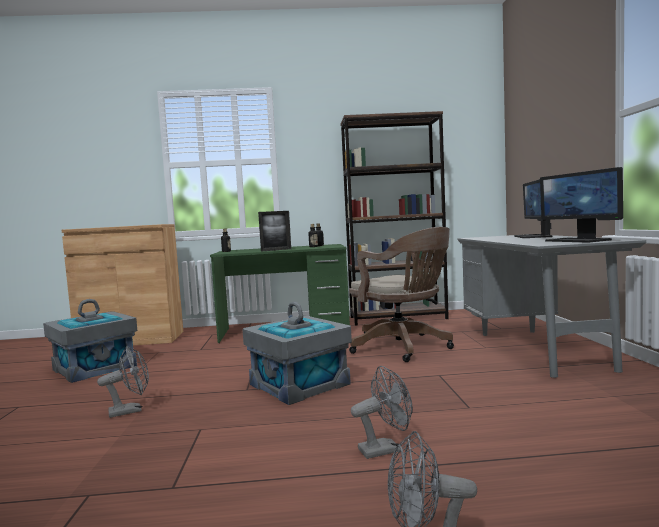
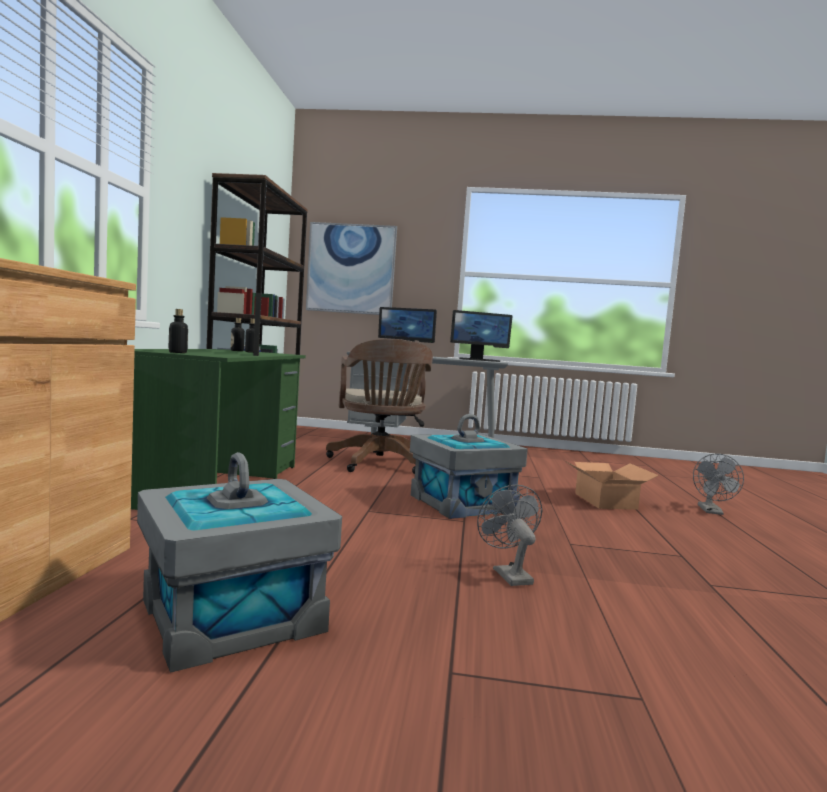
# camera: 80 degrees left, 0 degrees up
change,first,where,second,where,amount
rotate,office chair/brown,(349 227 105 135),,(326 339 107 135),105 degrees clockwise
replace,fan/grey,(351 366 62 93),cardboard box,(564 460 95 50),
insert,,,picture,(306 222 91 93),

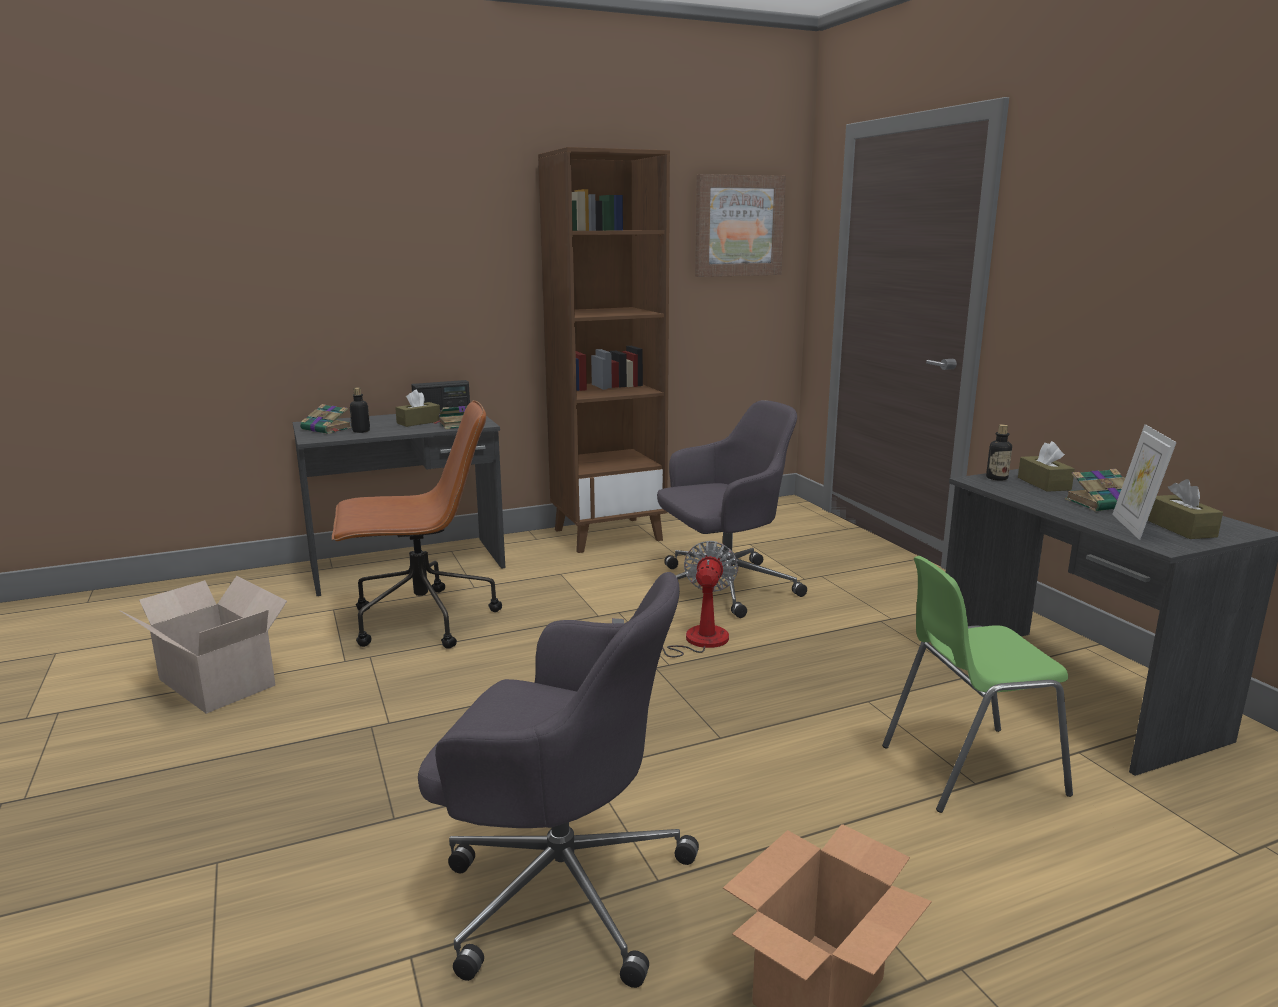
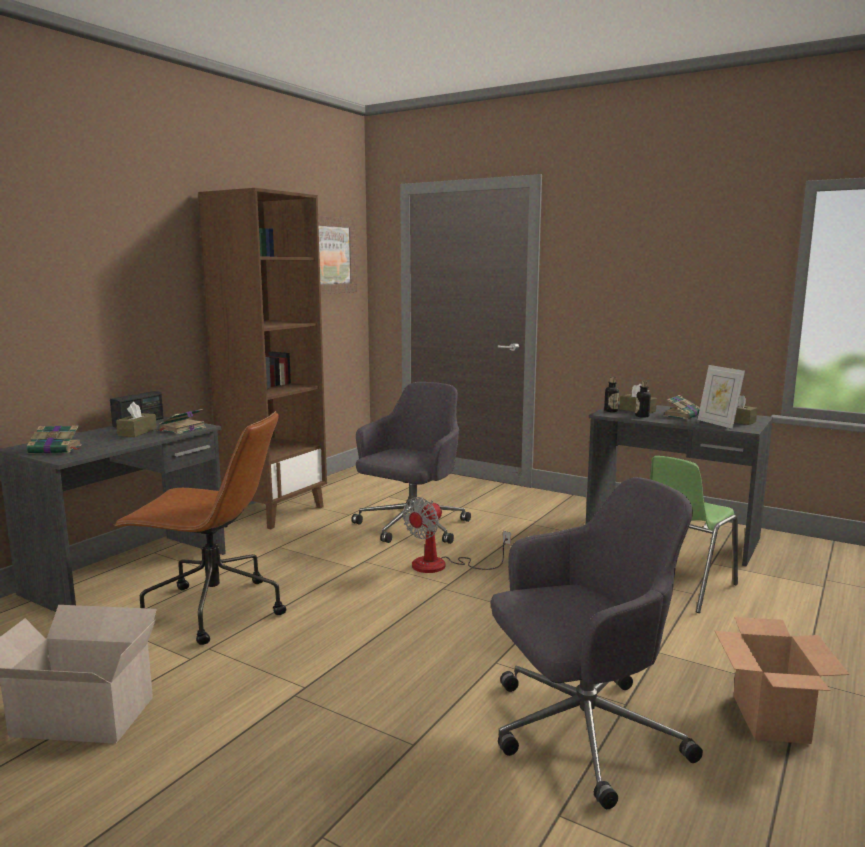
# camera: 35 degrees left, 5 degrees down
change,first,where,second,where,amount
rotate,office chair/brown,(332 400 170 249),,(113 411 173 234),60 degrees clockwise
move,bottle,(350 387 20 46),,(635 381 16 37),
rotate,fan,(612 541 126 116),,(403 497 108 76),120 degrees counterclockwise

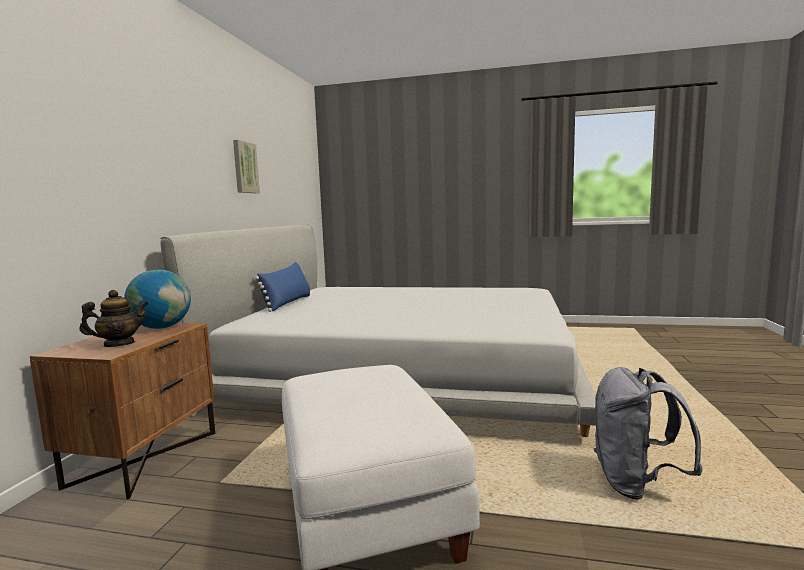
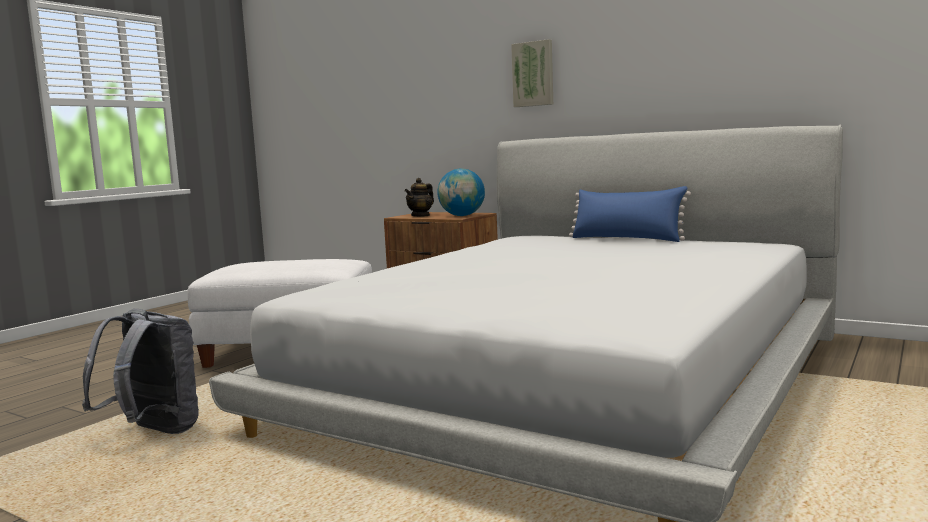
# camera: 110 degrees right, 0 degrees up
change,first,where,second,where,amount
rotate,teapot,(80 290 69 57),,(405 178 29 39),45 degrees clockwise
move,picture,(233 140 27 53),,(511 39 42 68),

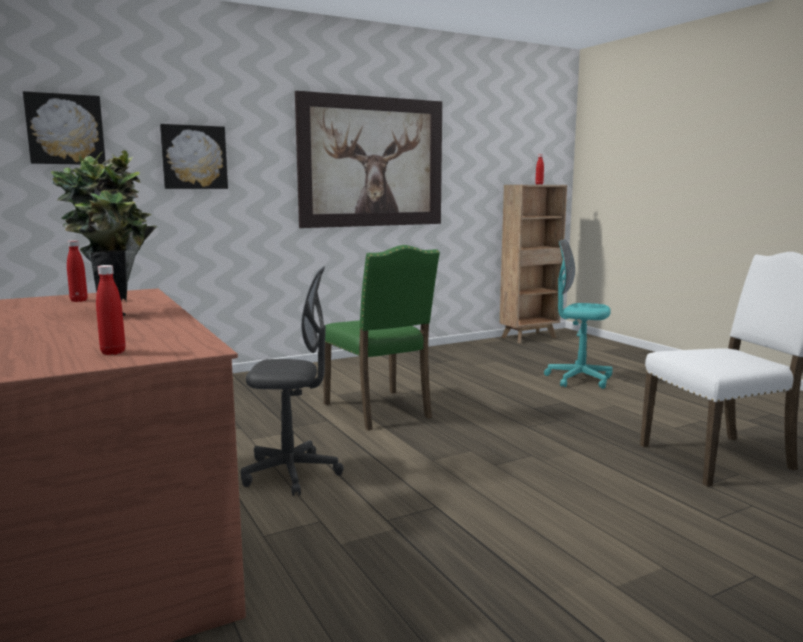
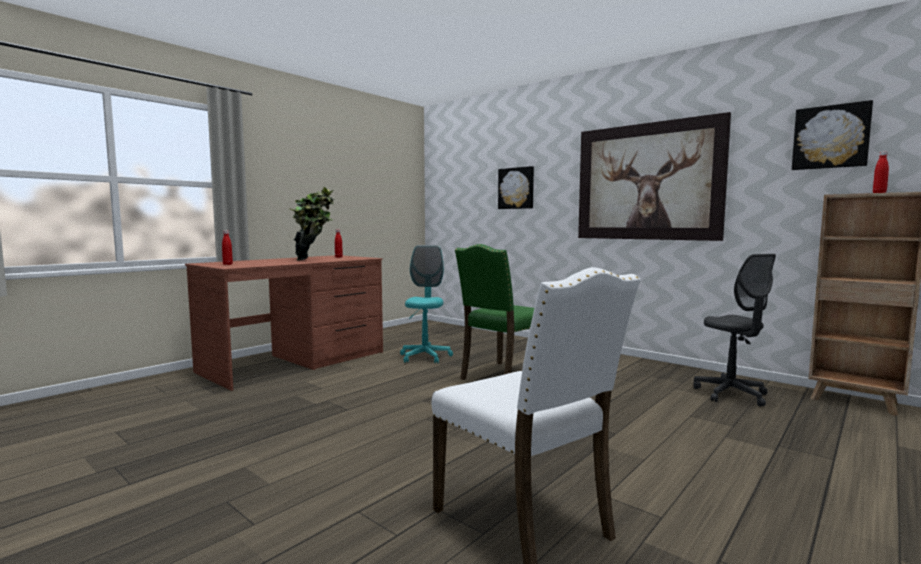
# camera: 70 degrees right, 5 degrees down
change,first,where,second,where,amount
move,picture,(23 91 83 74),,(792 100 81 70),
move,office chair/grey,(241 266 103 230),,(693 254 83 153),
move,office chair/turquoise,(544 239 69 150),,(400 245 53 118),

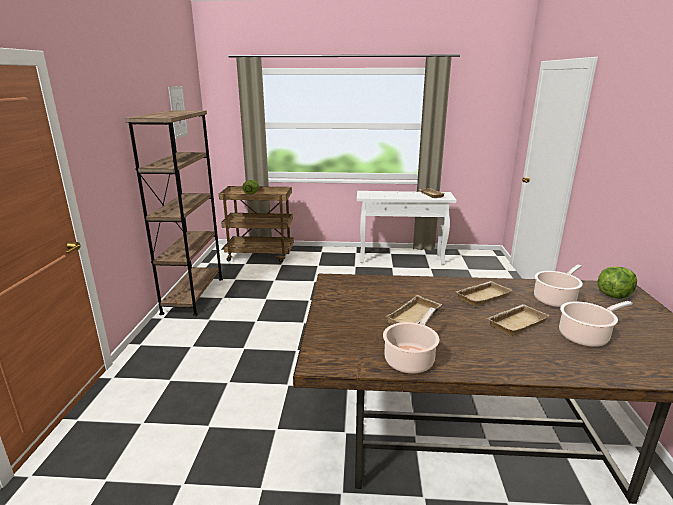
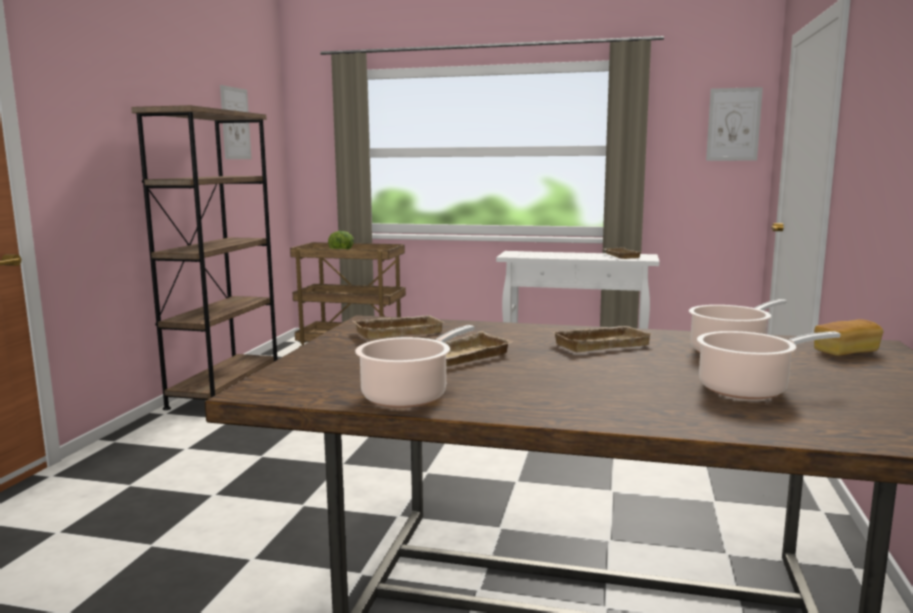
# camera: 10 degrees right, 10 degrees down
change,first,where,second,where,amount
move,tray/beige,(487 304 63 32),,(351 315 94 24),
replace,lettuce,(598 267 39 32),bread,(814 319 70 37),
insert,,,picture,(706 87 57 74),

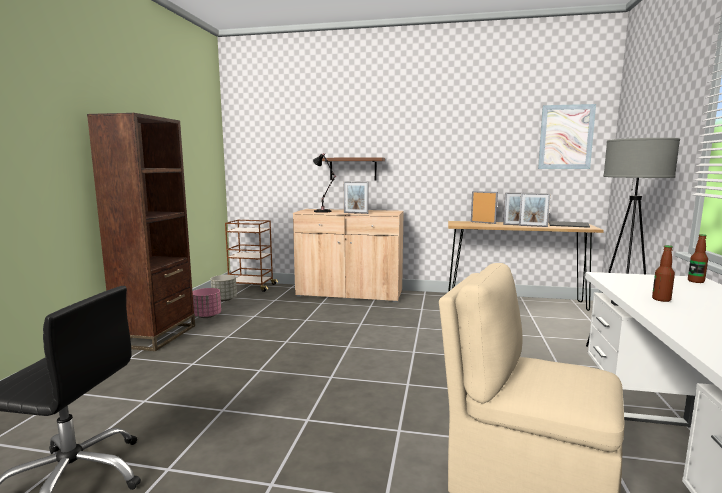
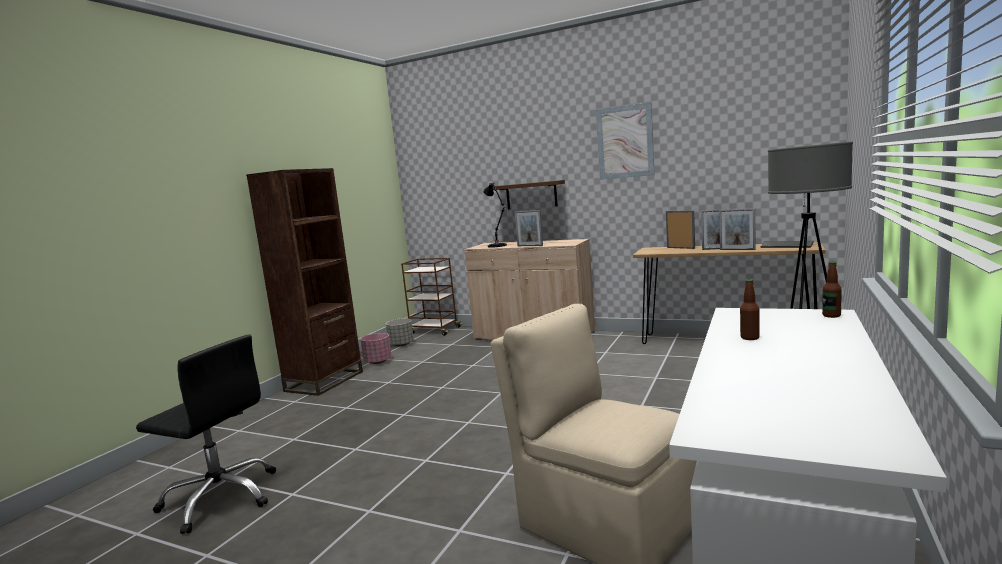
# camera: 15 degrees right, 0 degrees up
change,first,where,second,where,amount
move,picture,(538 104 58 65),,(596 102 59 78),

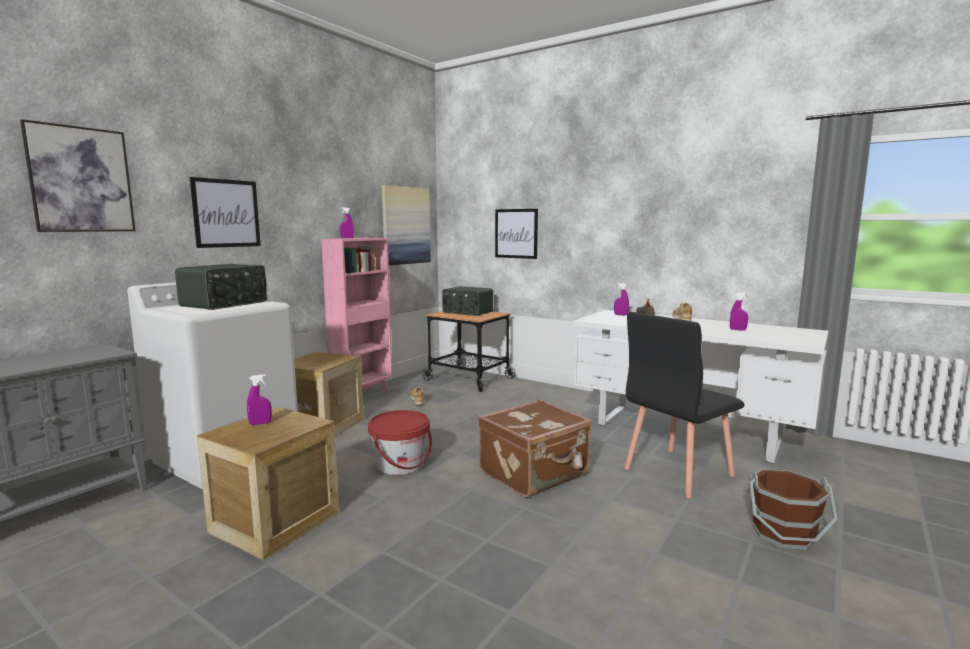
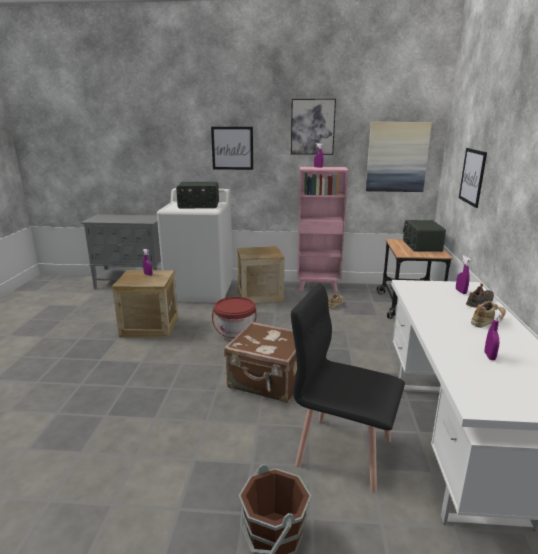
# camera: 60 degrees right, 10 degrees up
change,first,where,second,where,amount
move,picture,(20 119 115 113),,(291 99 45 56),

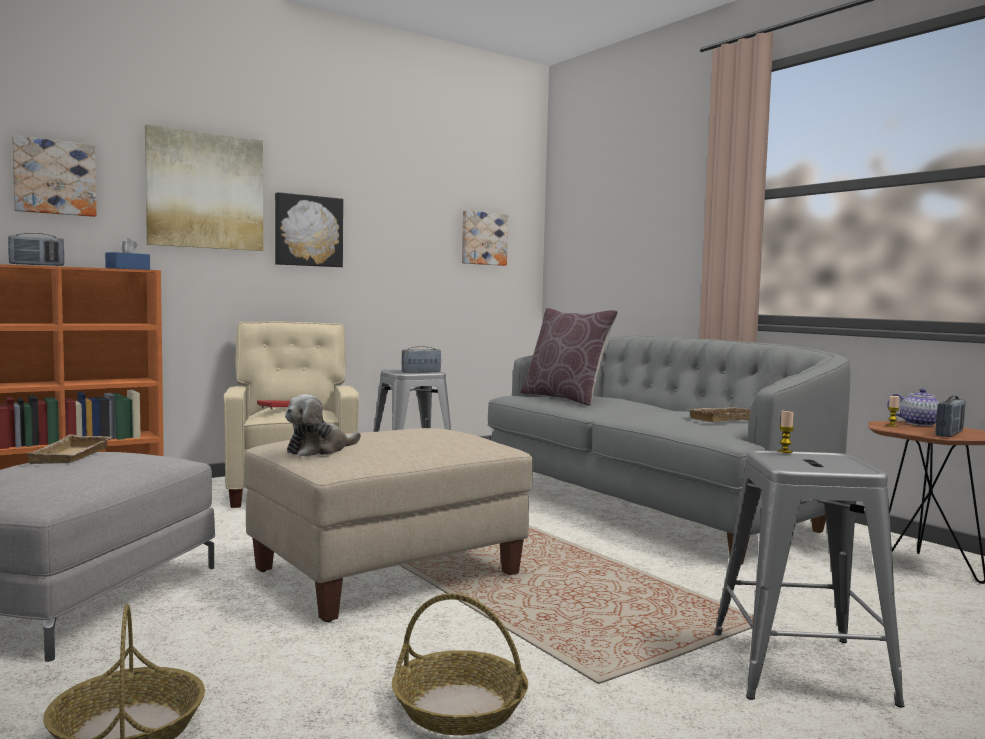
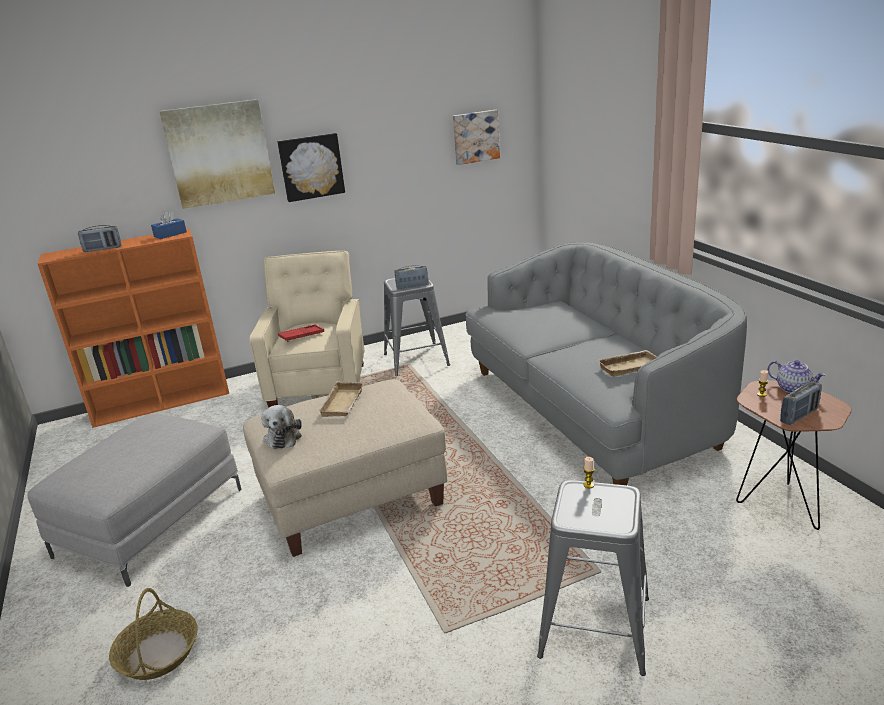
# camera: 15 degrees right, 20 degrees up
change,first,where,second,where,amount
delete,picture,(12 135 84 82),,,
move,tray/beige,(28 434 85 30),,(318 381 47 36),
rotate,plush toy,(285 394 76 63),,(261 405 41 44),60 degrees counterclockwise
delete,basket,(392 593 136 142),,,
delete,pillow/brown,(520 308 98 98),,,

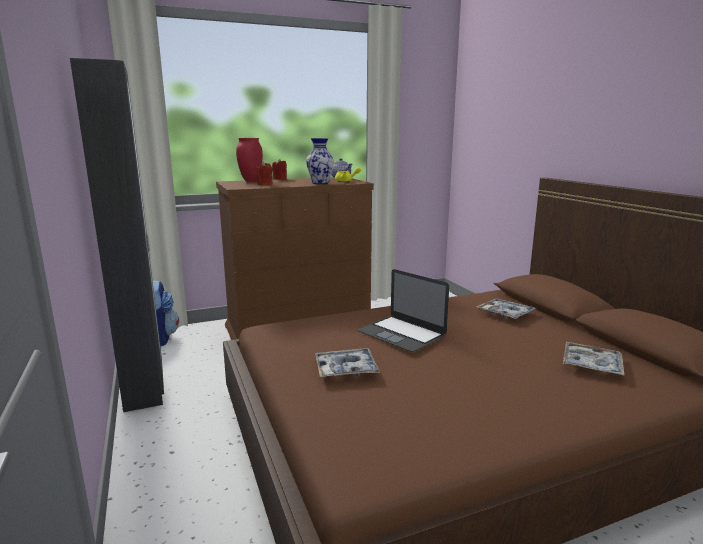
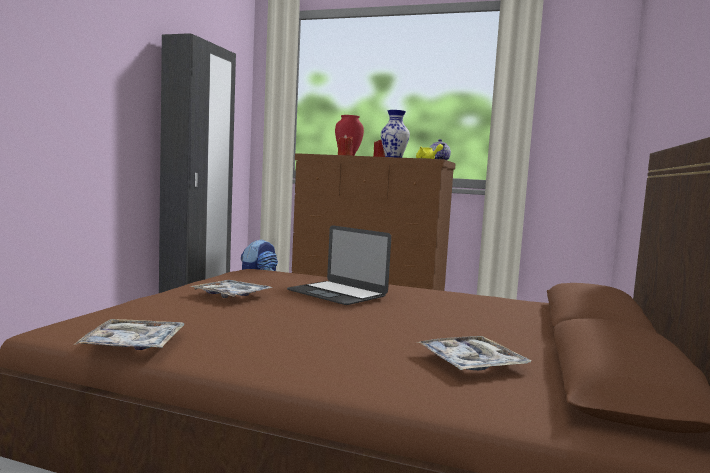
# camera: 40 degrees right, 10 degrees down
change,first,where,second,where,amount
rotate,laptop,(358 269 91 83),,(287 225 104 80),45 degrees counterclockwise
move,tray,(477 298 60 21),,(74 319 111 31),

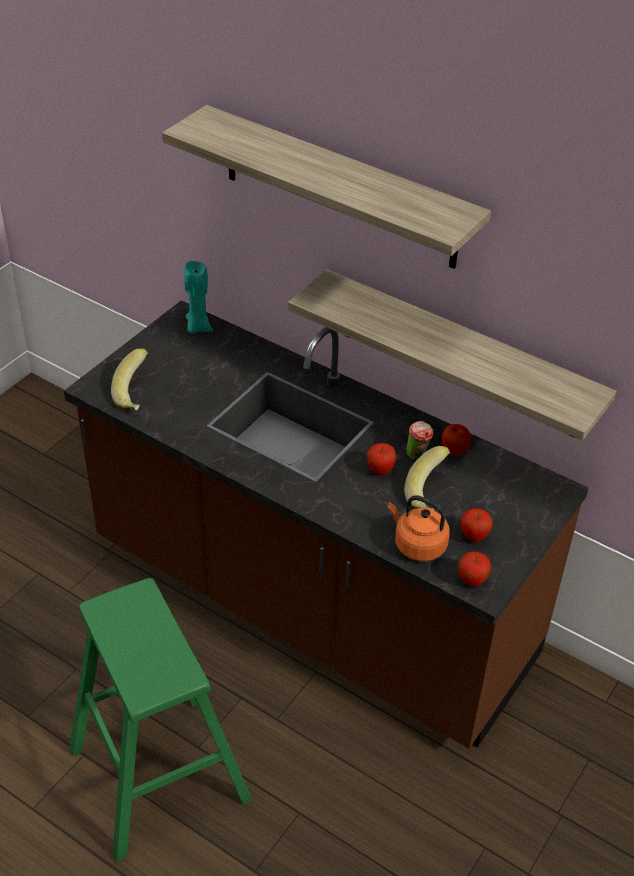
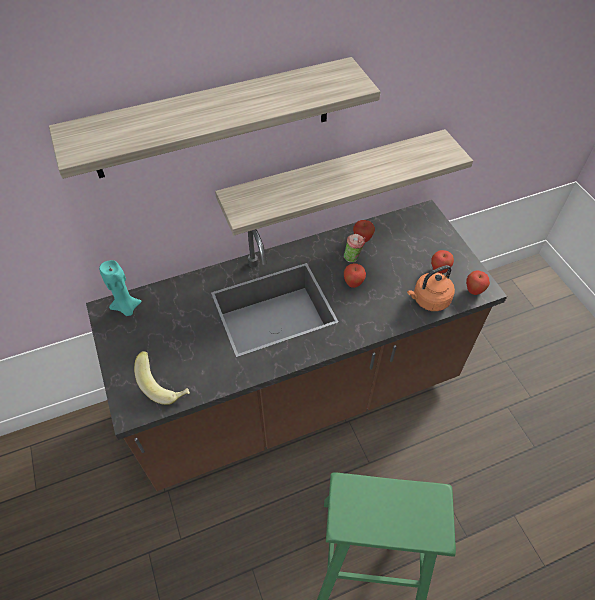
# camera: 55 degrees left, 10 degrees up
change,first,where,second,where,amount
delete,banana,(404 446 46 64),,,

